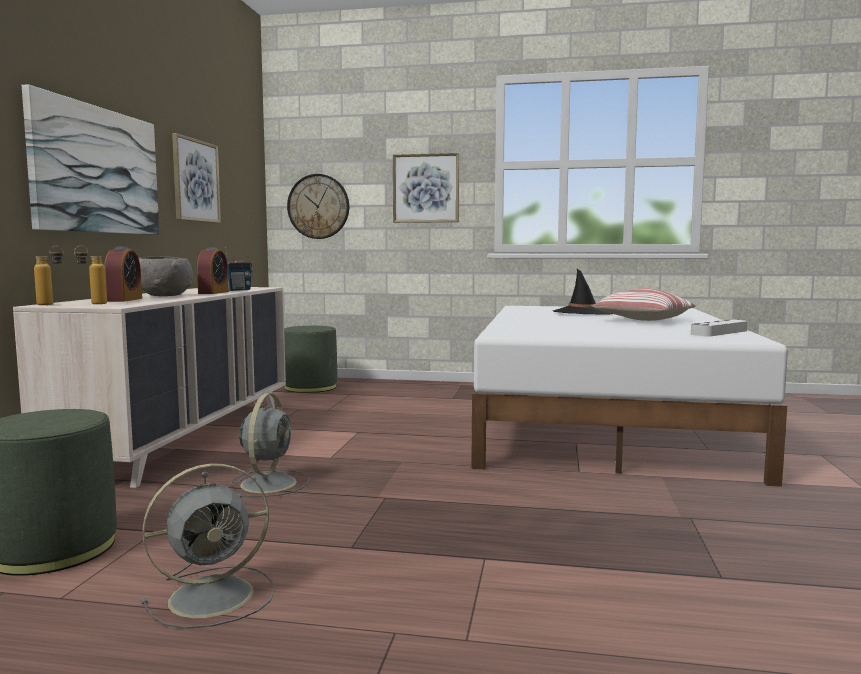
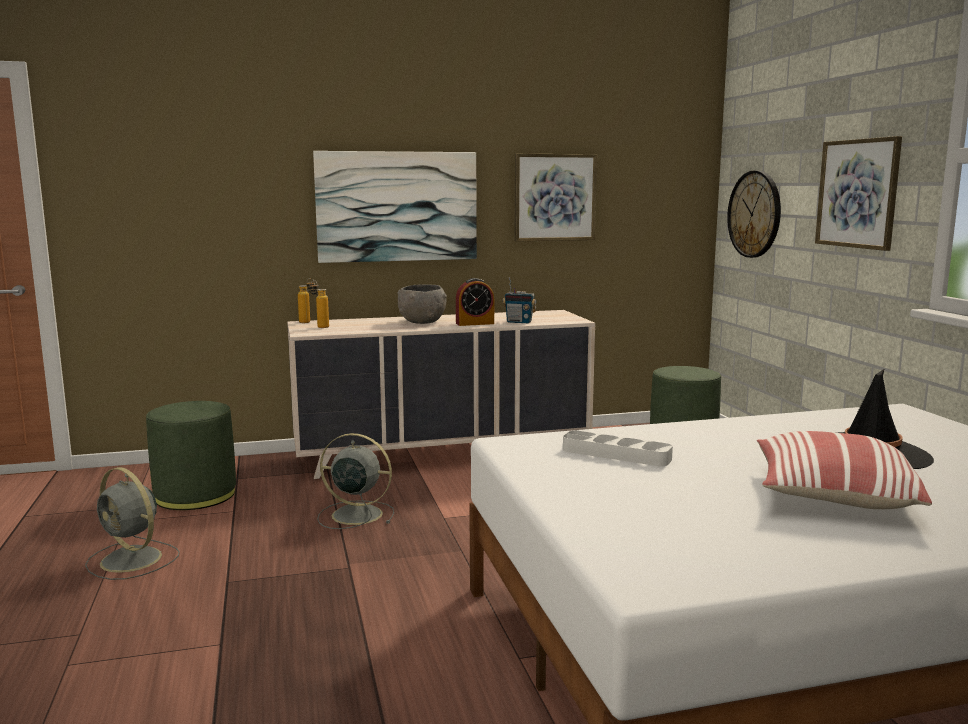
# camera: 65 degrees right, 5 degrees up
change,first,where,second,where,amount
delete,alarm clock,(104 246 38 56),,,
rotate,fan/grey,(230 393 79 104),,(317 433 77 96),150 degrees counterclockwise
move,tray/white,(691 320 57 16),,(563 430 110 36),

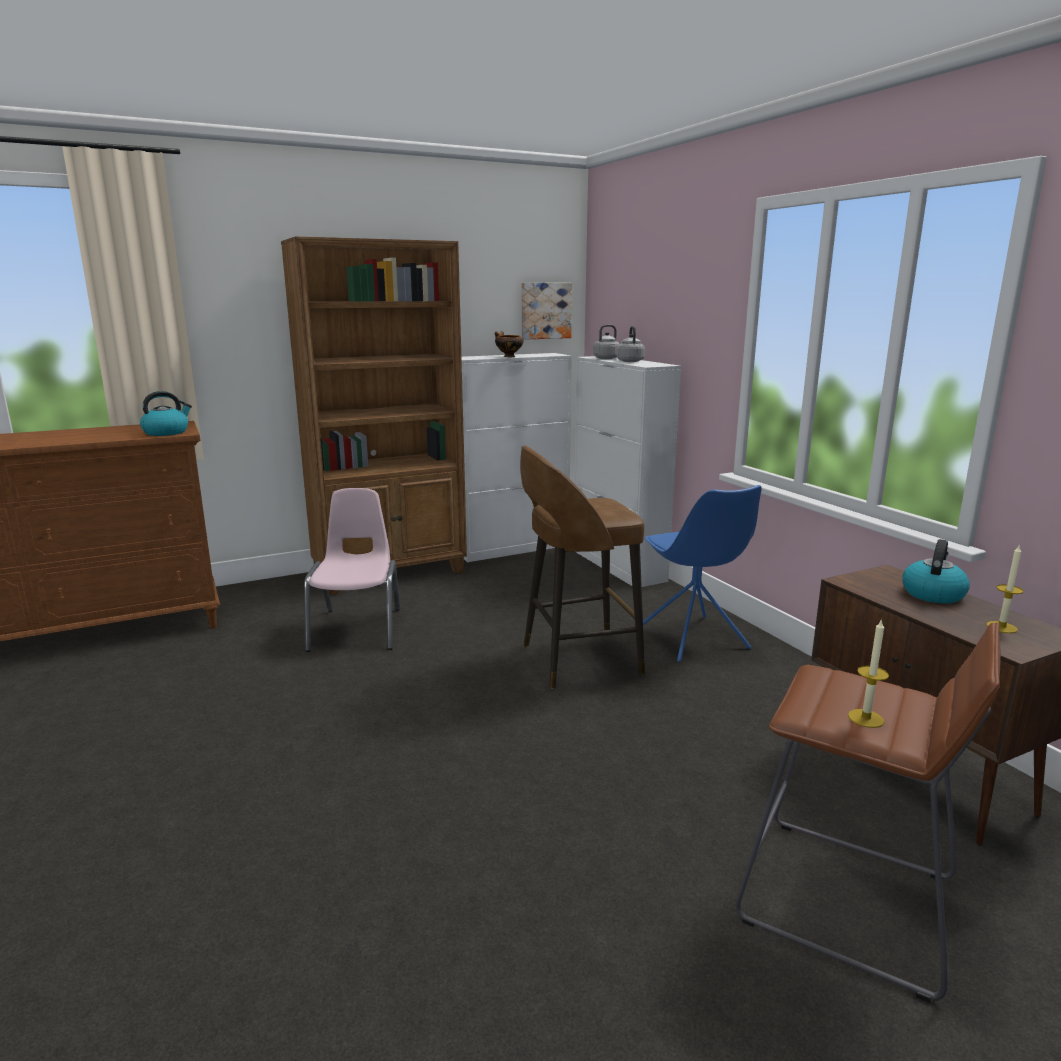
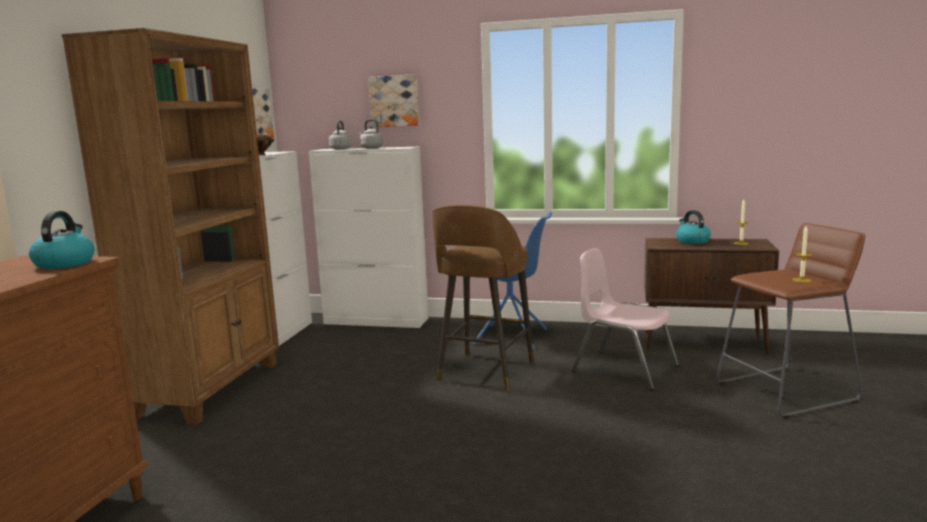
# camera: 50 degrees left, 5 degrees down
change,first,where,second,where,amount
move,chair/pink,(304 488 96 164),,(571 248 108 142),
insert,,,picture,(368 74 51 53),

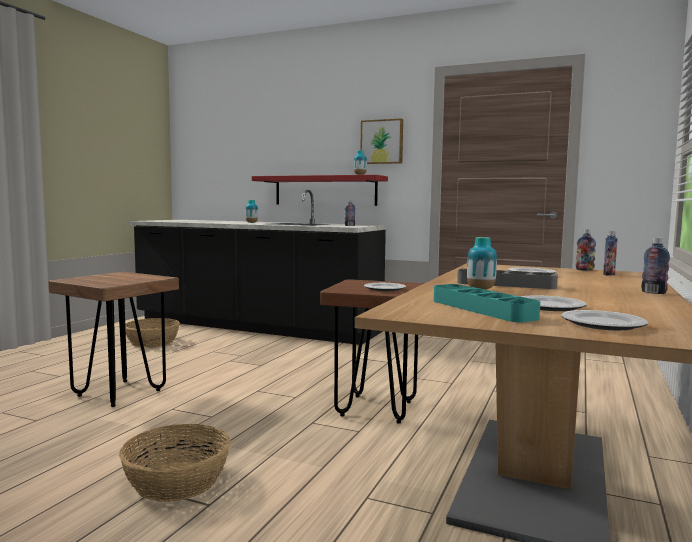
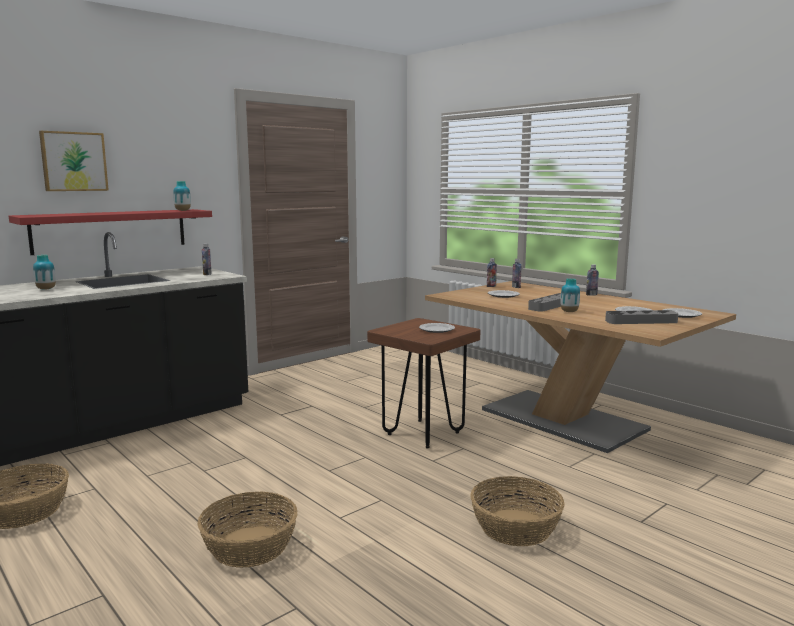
# camera: 65 degrees left, 5 degrees up
change,first,where,second,where,amount
replace,stool/brown,(48 272 131 135),basket,(197 492 101 76),
move,picture,(360 118 43 46),,(39 131 70 60),
recolor,tray/turquoise,(434 284 106 38),tray/grey,(605 310 73 14),

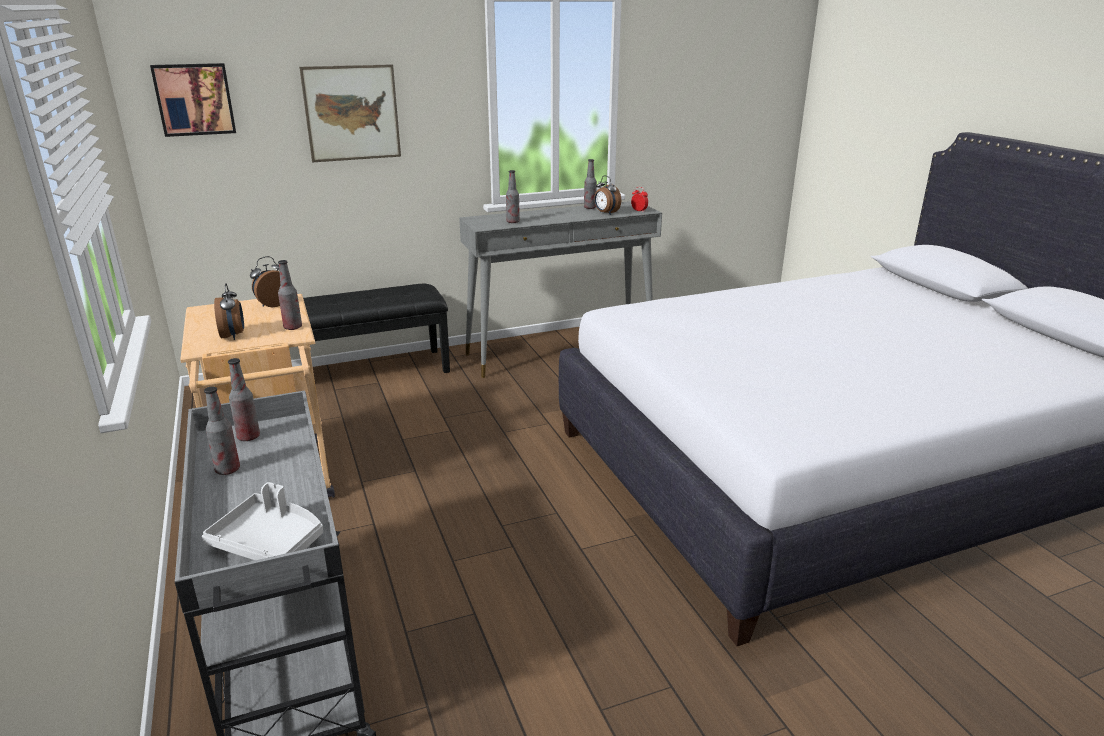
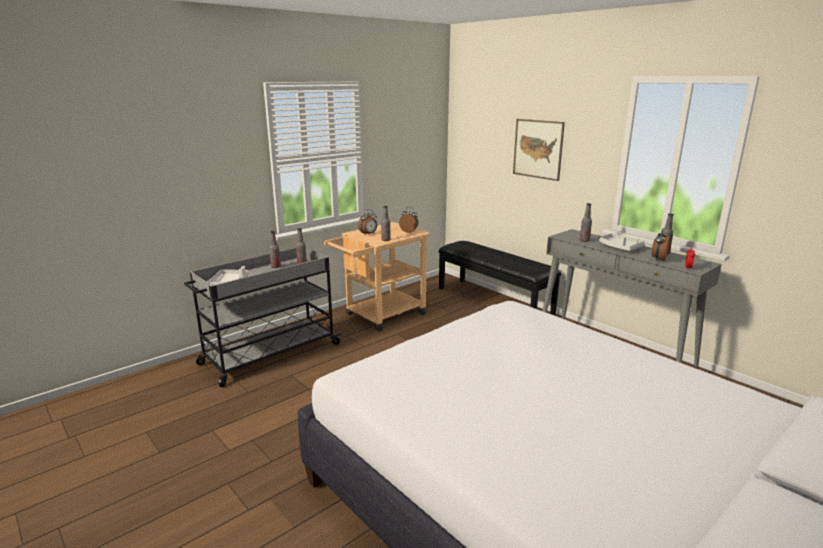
# camera: 70 degrees right, 5 degrees down
change,first,where,second,where,amount
delete,picture,(150 63 86 74),,,
insert,,,tray/grey,(599 233 46 18),

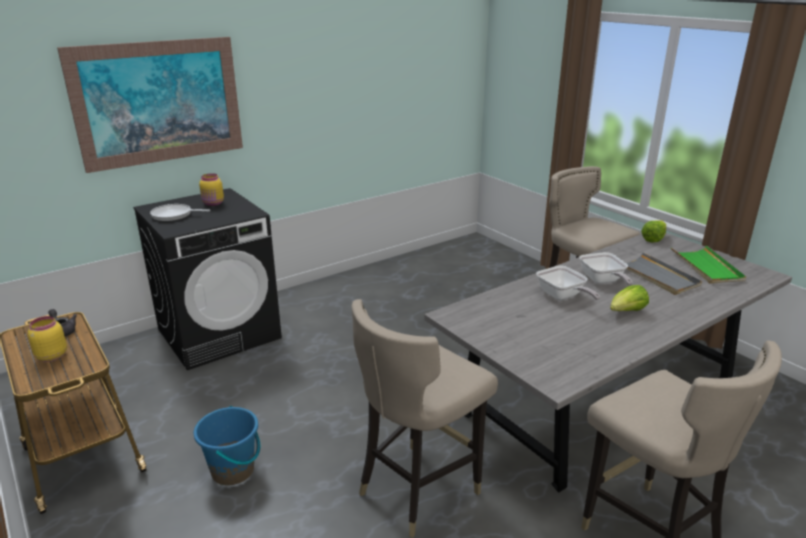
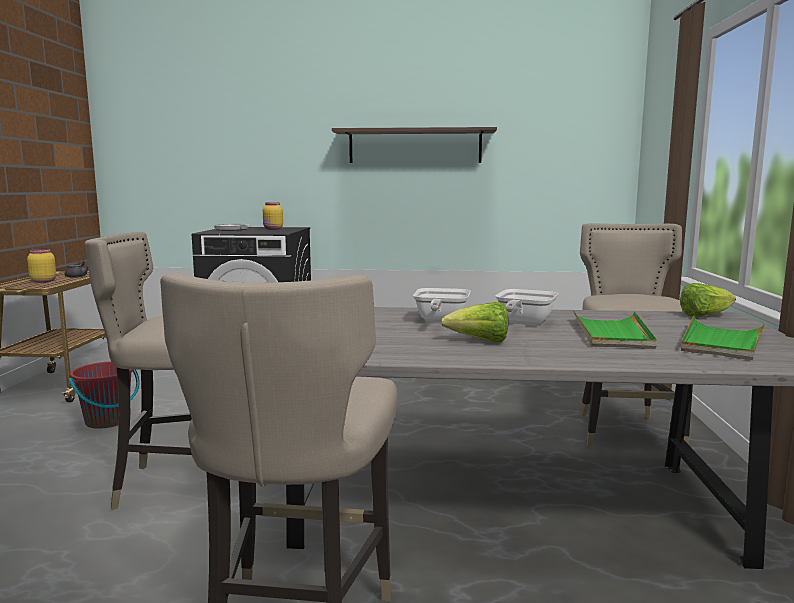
# camera: 40 degrees right, 15 degrees down
change,first,where,second,where,amount
delete,picture,(57 37 186 136),,,
recolor,bucket/blue,(194 406 66 79),bucket/red,(68 361 72 68),
recolor,tray/grey,(626 253 76 42),tray/green,(573 310 84 39),
insert,,,shelf,(332 127 165 36),

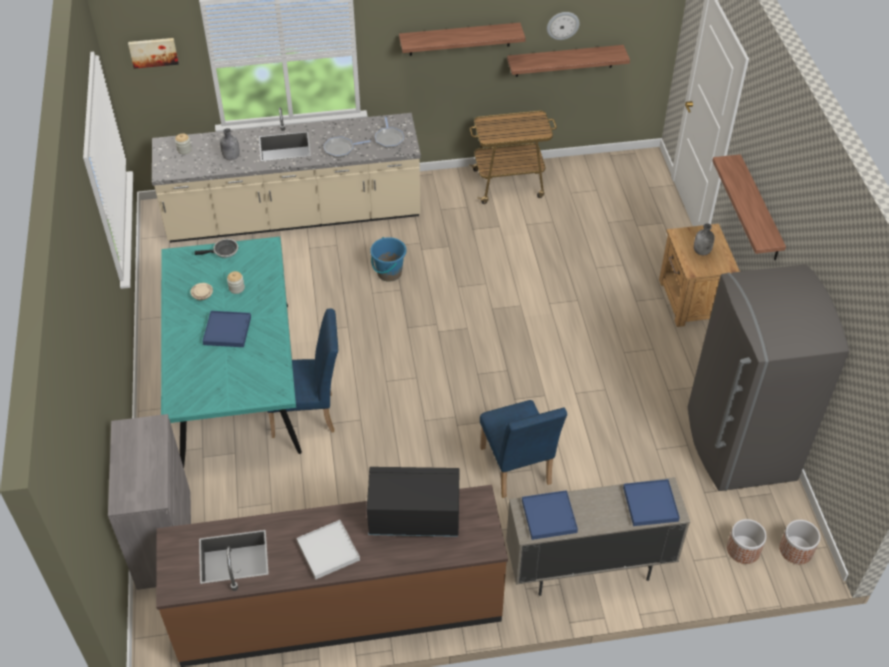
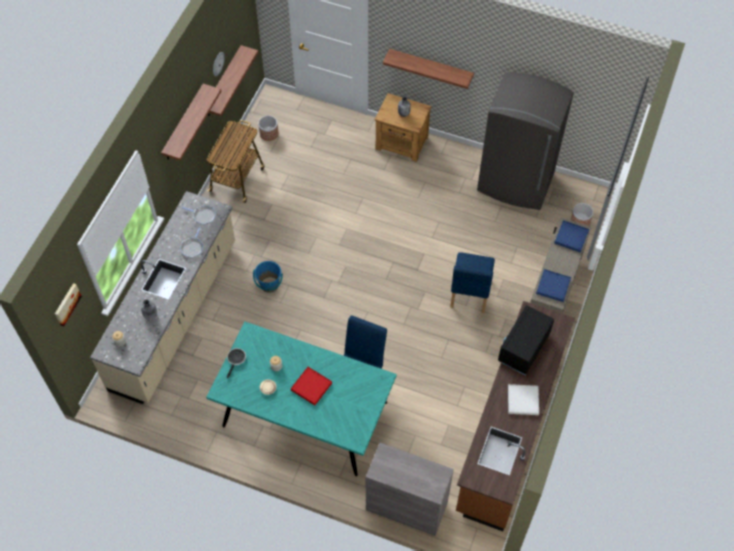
# camera: 60 degrees left, 10 degrees up
change,first,where,second,where,amount
recolor,tray/blue,(203 311 48 36),tray/red,(291 367 41 38),
rotate,chair/blue,(480 400 87 98),,(451 252 44 61),90 degrees clockwise
move,planter,(779 520 41 44),,(258 116 21 25),

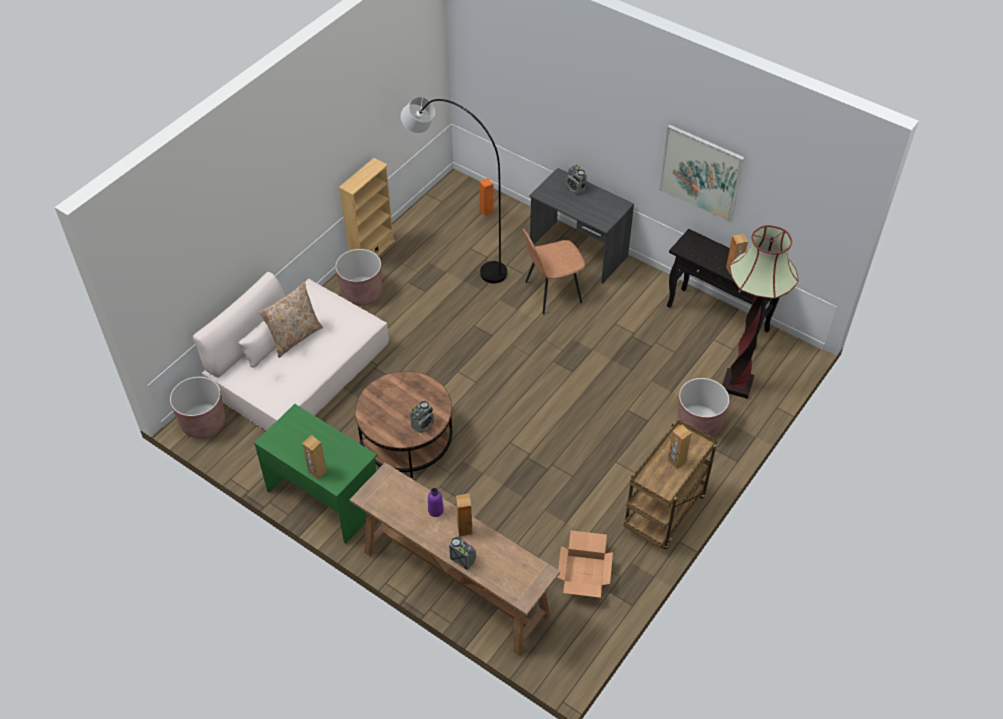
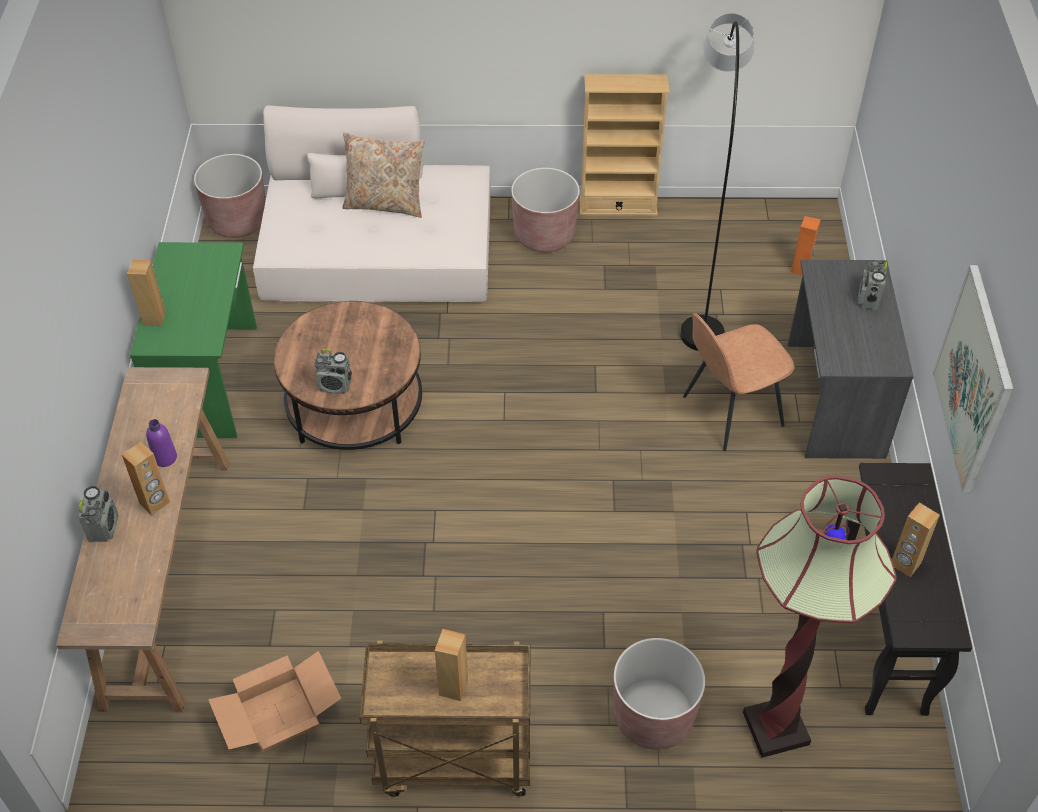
# camera: 55 degrees right, 0 degrees up
change,first,where,second,where,amount
rotate,chair/brown,(523 229 62 85),,(683 313 111 138),60 degrees counterclockwise

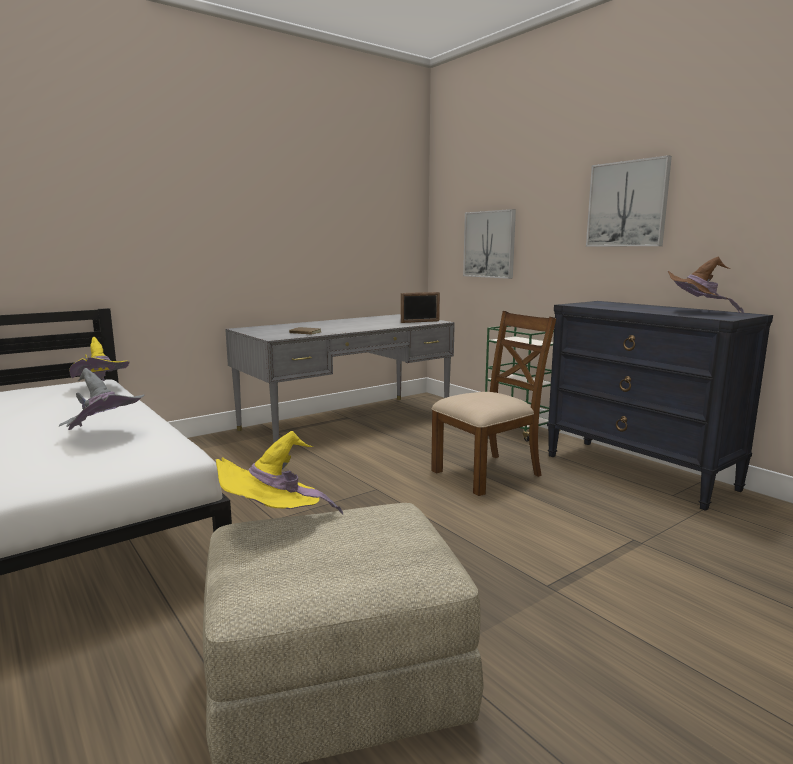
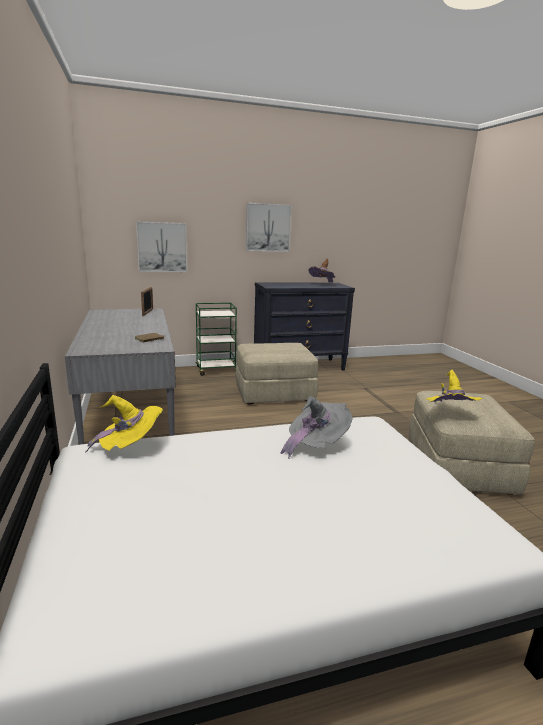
# camera: 70 degrees left, 5 degrees up
change,first,where,second,where,amount
replace,chair/brown,(431 311 125 185),ottoman/beige,(235 343 83 61),

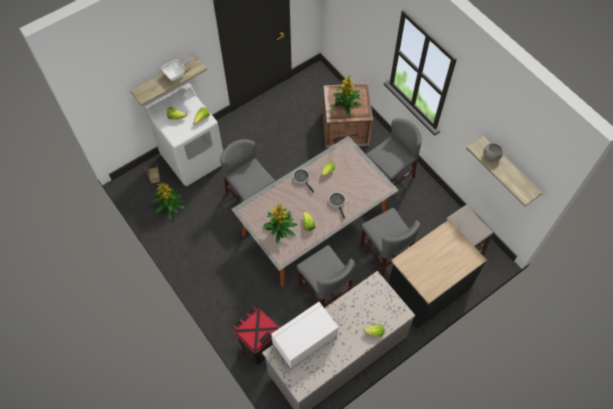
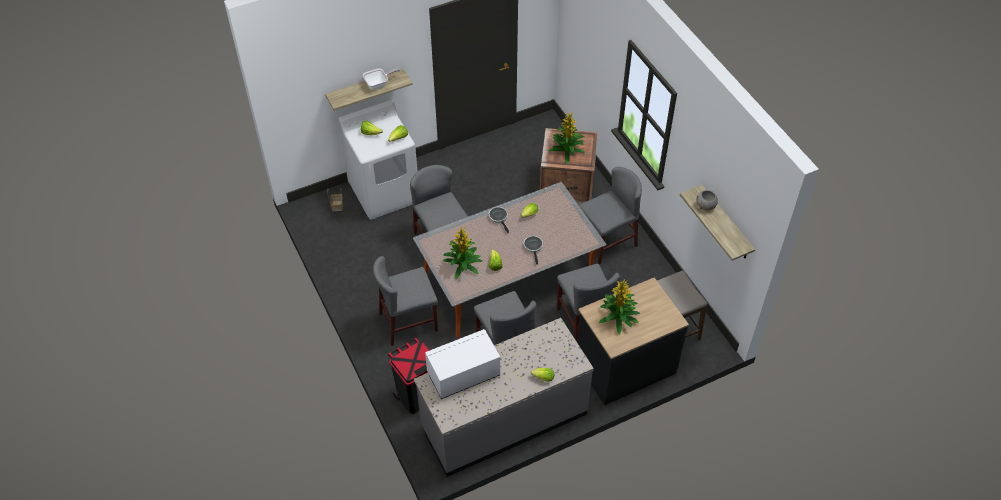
# camera: 10 degrees right, 10 degrees down
change,first,where,second,where,amount
move,potted plant,(152 182 32 37),,(599 279 41 55),
insert,,,chair/grey,(373 256 65 90),

